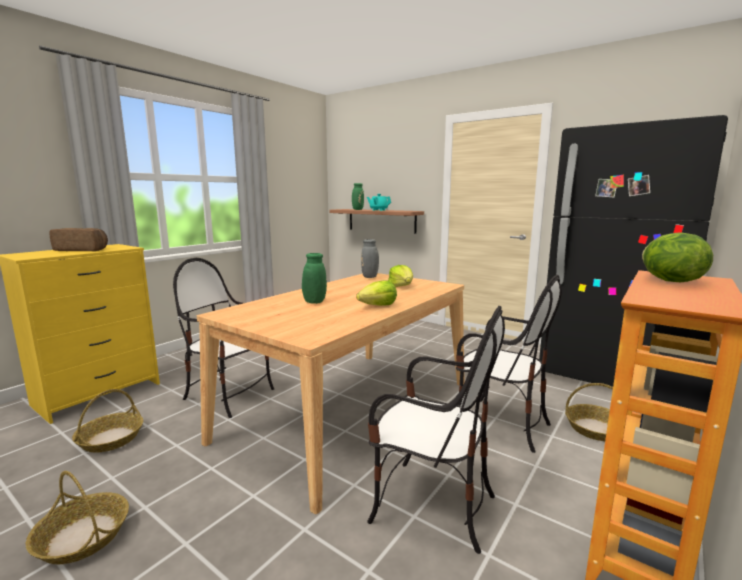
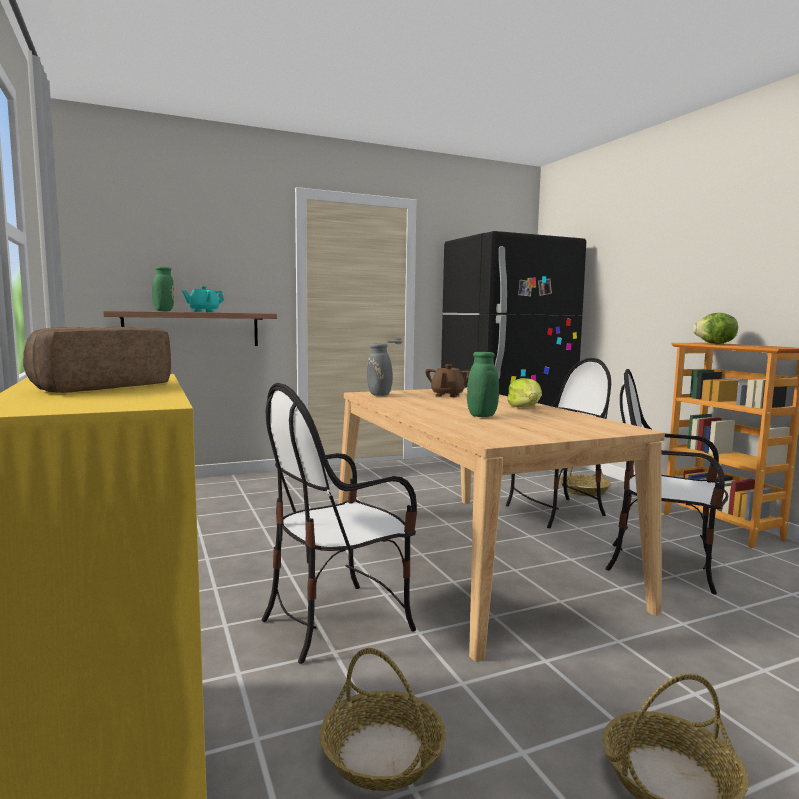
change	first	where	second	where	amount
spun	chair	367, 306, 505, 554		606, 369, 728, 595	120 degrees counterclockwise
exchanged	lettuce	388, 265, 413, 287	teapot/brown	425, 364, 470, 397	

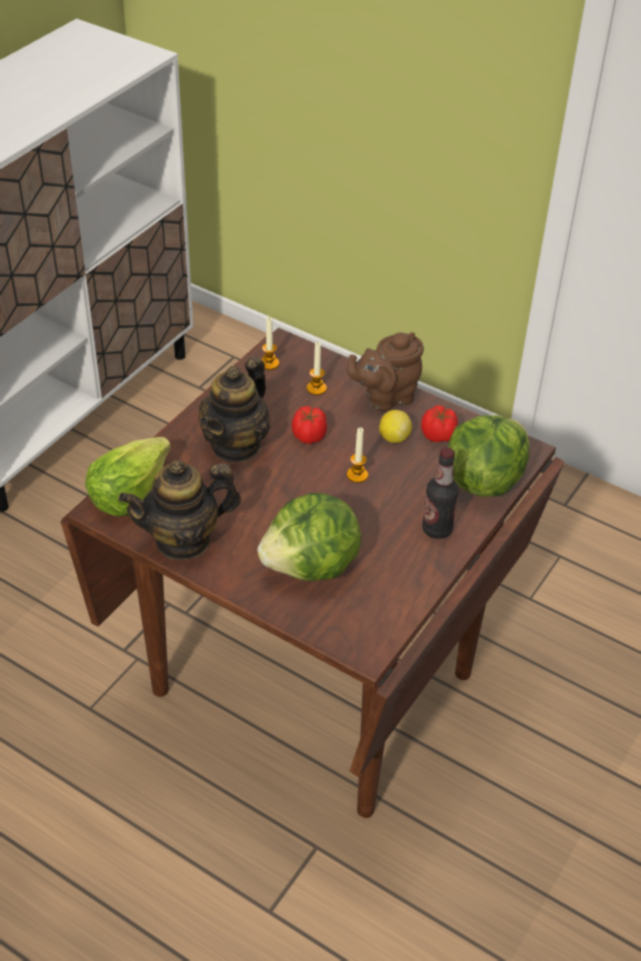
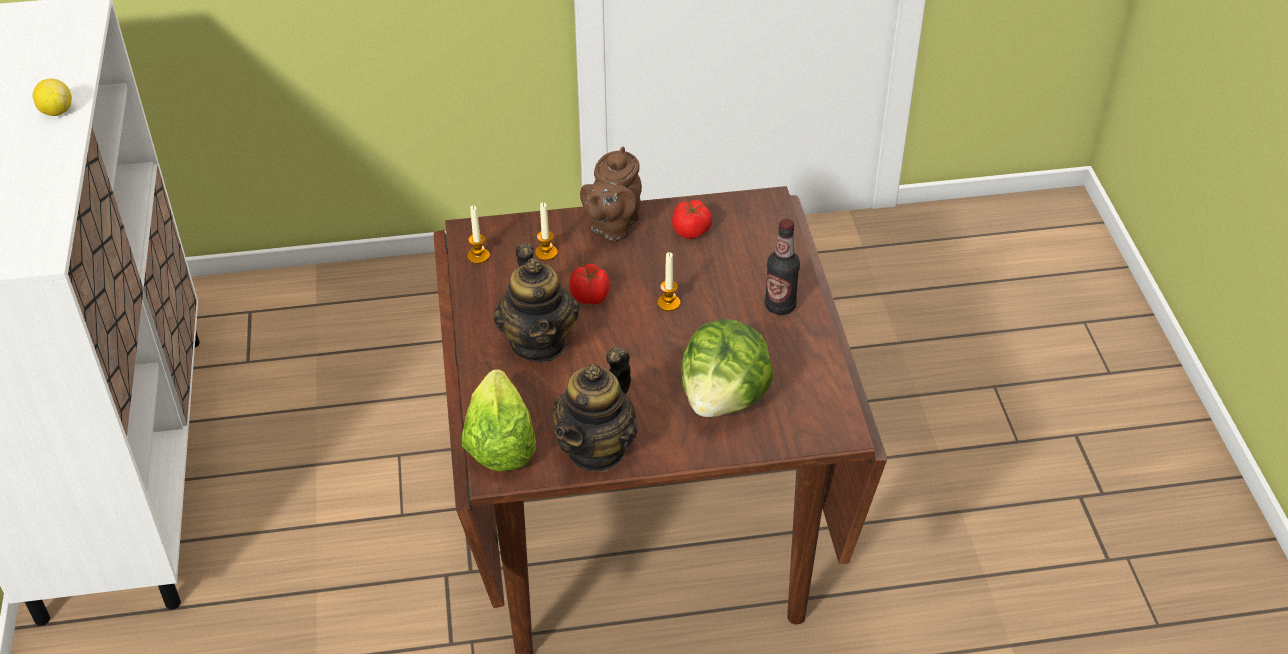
change	first	where	second	where	amount
relocated	lemon	379, 410, 412, 443		33, 78, 72, 116	
missing	lettuce	448, 415, 529, 497			

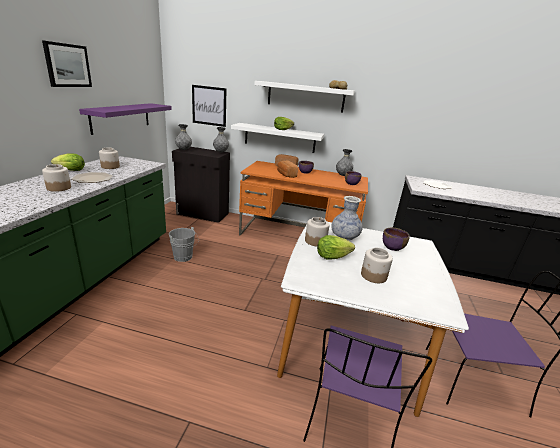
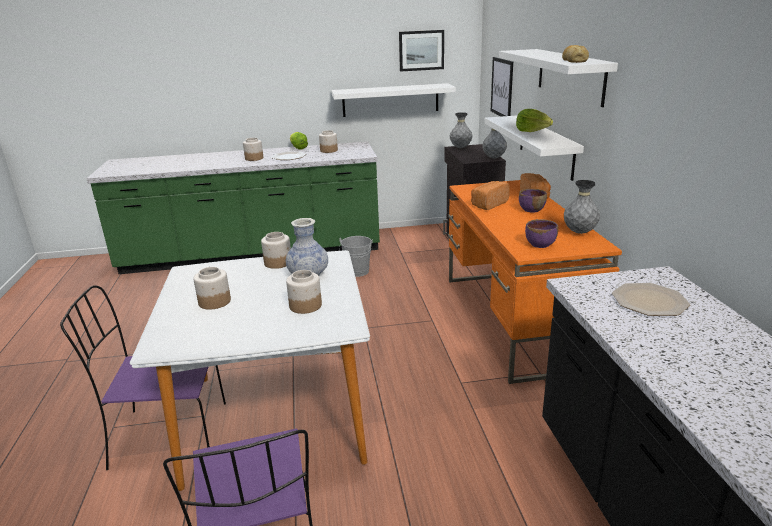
change	first	where	second	where	amount
relocated	picture	42, 40, 92, 87		399, 30, 444, 72	
colour	shelf/purple	79, 103, 172, 135	shelf/white	331, 83, 456, 117	
missing	lettuce	317, 235, 355, 260			
exchanged	bowl/purple	383, 227, 410, 251	jar	286, 270, 322, 314	

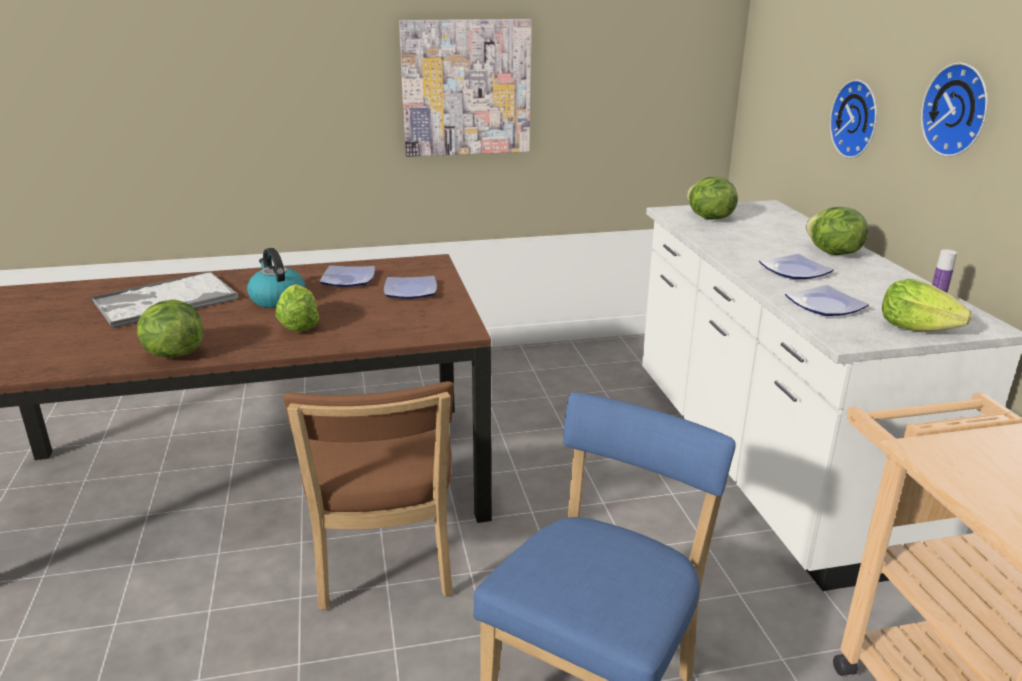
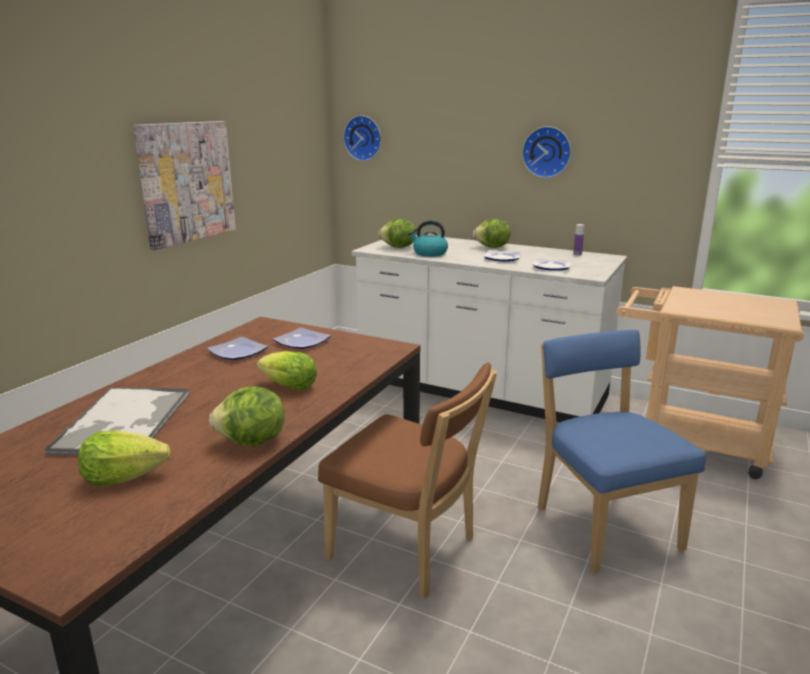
change	first	where	second	where	amount
relocated	kettle	247, 248, 305, 308		408, 220, 448, 257	
relocated	wall clock	830, 80, 877, 158		343, 115, 381, 161	
relocated	lettuce	882, 279, 971, 331		78, 431, 171, 486	

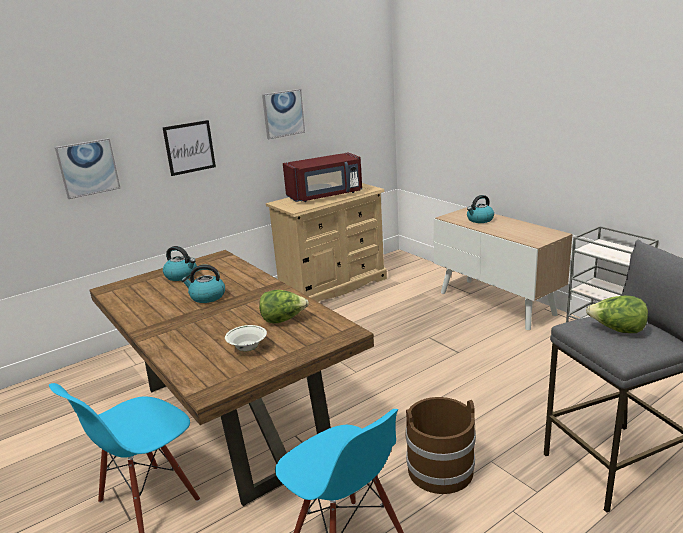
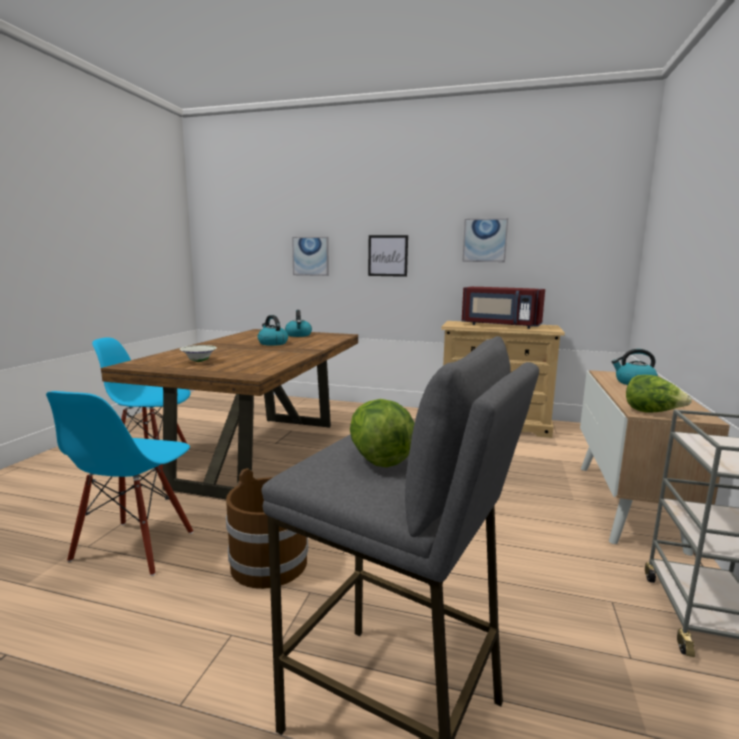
change	first	where	second	where	amount
relocated	lettuce	259, 290, 309, 323		626, 375, 692, 412	

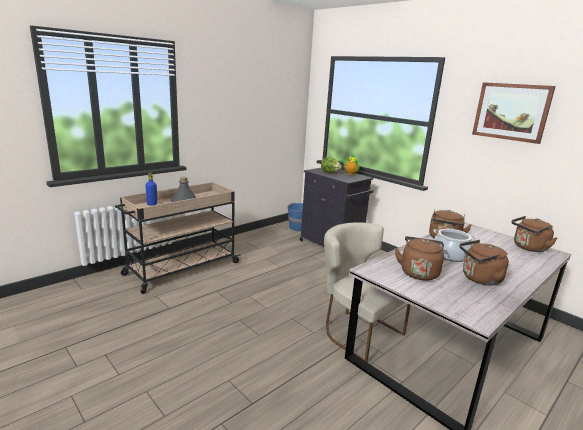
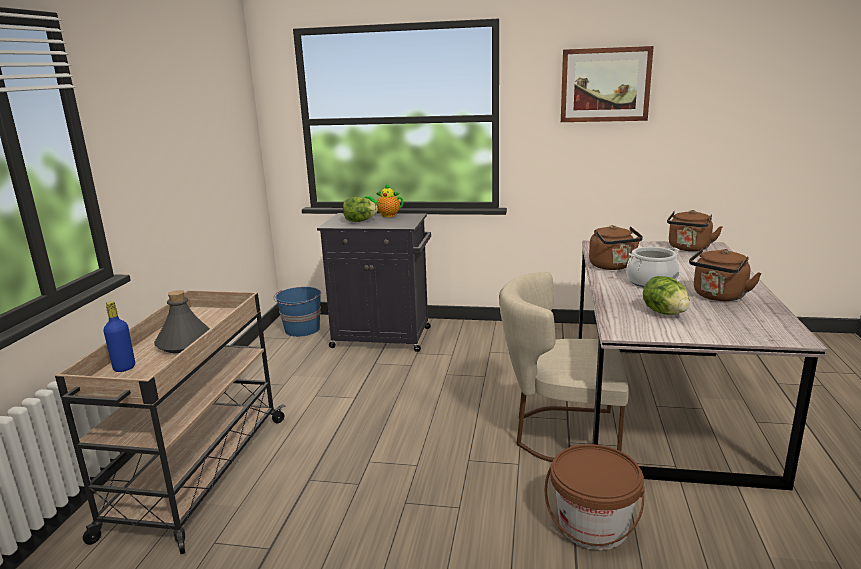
change	first	where	second	where	amount
exchanged	kettle/brown	395, 236, 444, 281	lettuce	643, 276, 690, 315	
appeared			bucket/brown	545, 444, 645, 550	

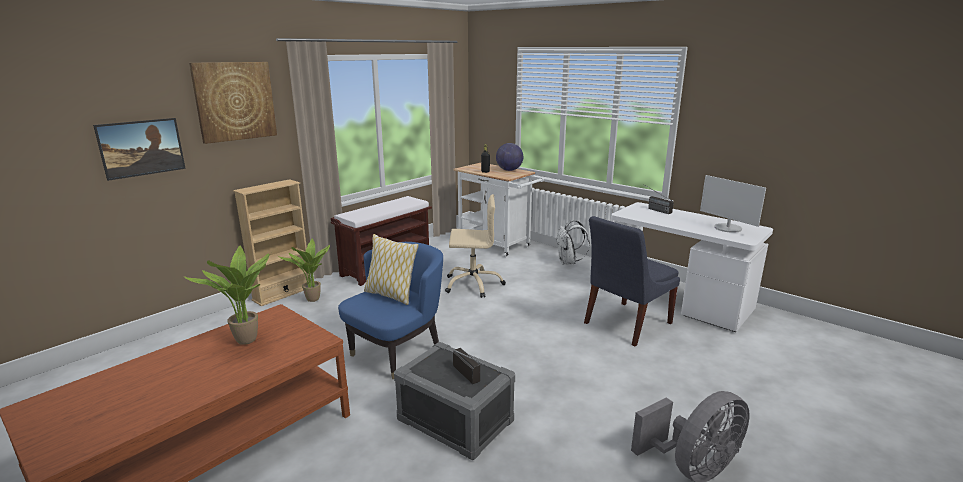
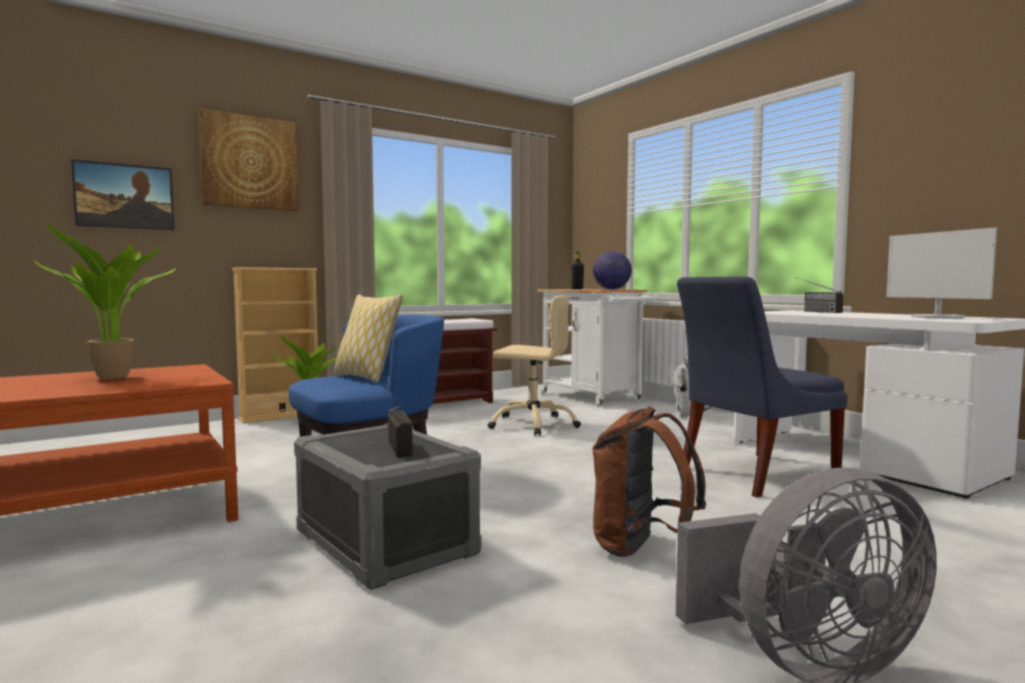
change	first	where	second	where	amount
appeared			backpack/brown	592, 407, 706, 557	

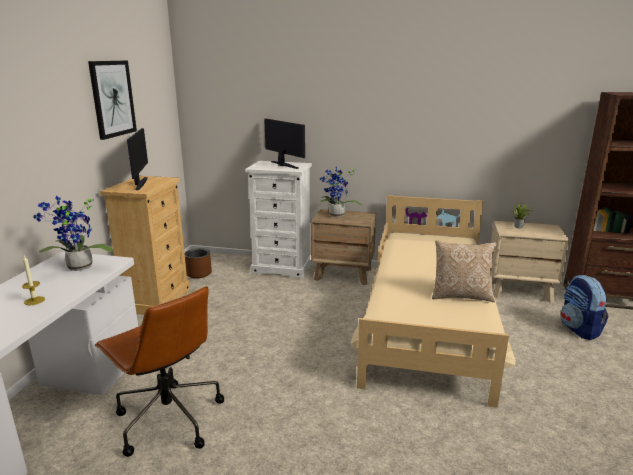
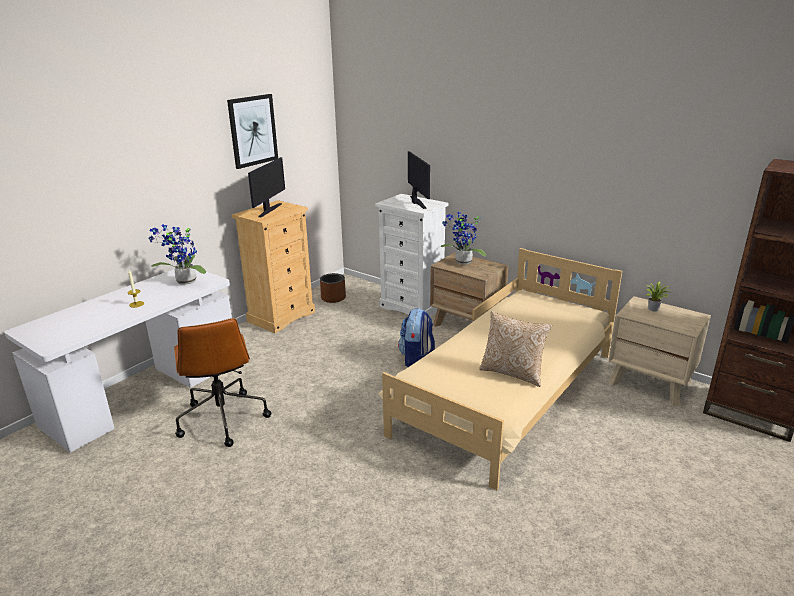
change	first	where	second	where	amount
relocated	backpack	561, 275, 608, 340		398, 308, 435, 367	

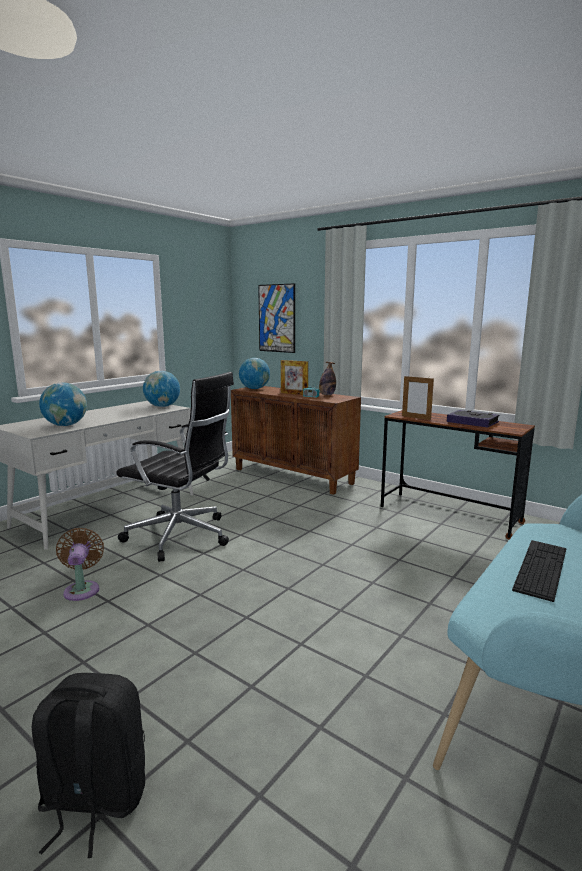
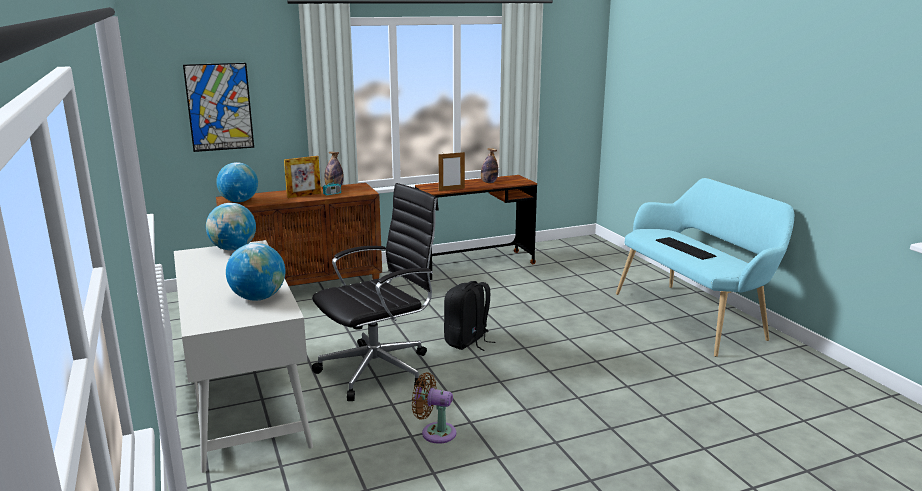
change	first	where	second	where	amount
relocated	backpack/black	32, 673, 145, 858		444, 281, 496, 351	
exchanged	book	447, 410, 499, 428	bottle	481, 148, 498, 183	

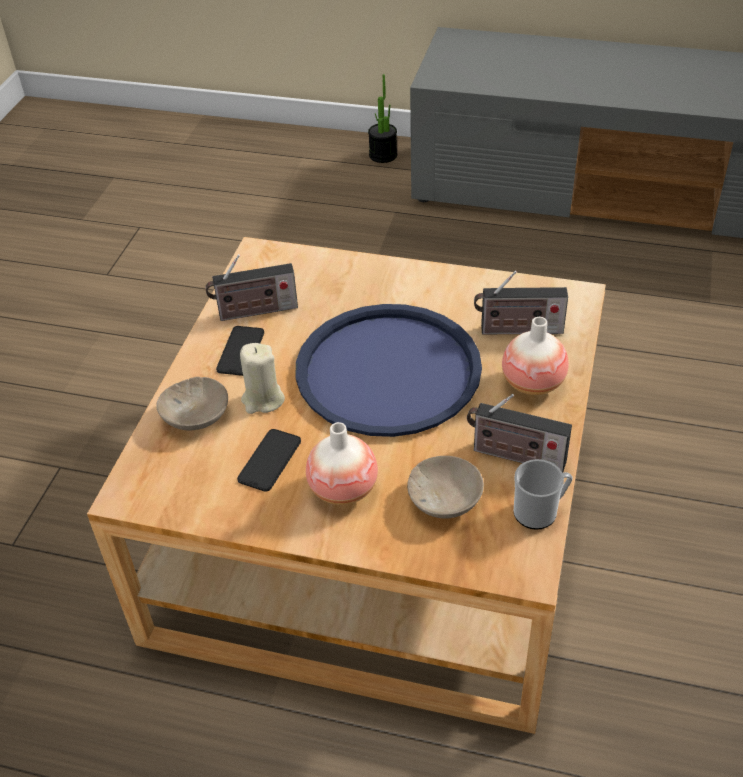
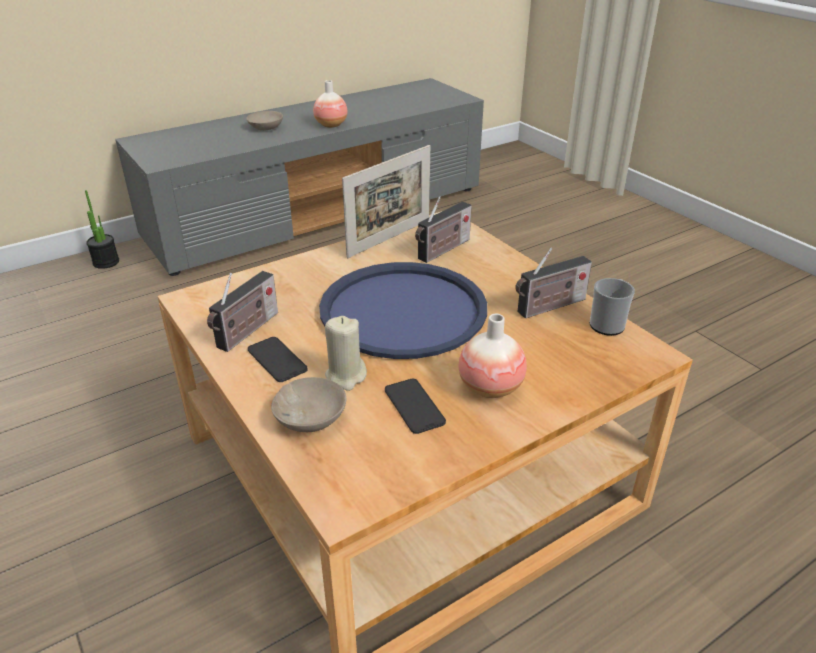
change	first	where	second	where	amount
relocated	bowl/beige	407, 456, 484, 519		247, 111, 283, 131	
relocated	vase	502, 317, 569, 395		313, 80, 347, 128	
appeared			picture frame	342, 145, 430, 258	

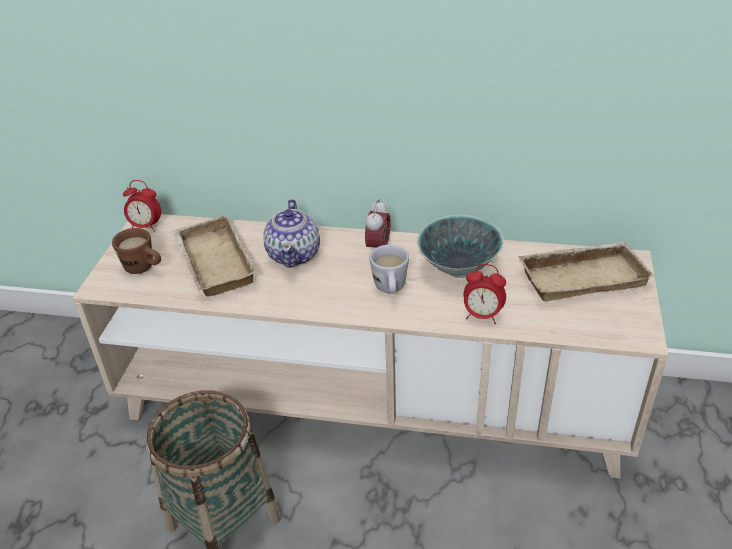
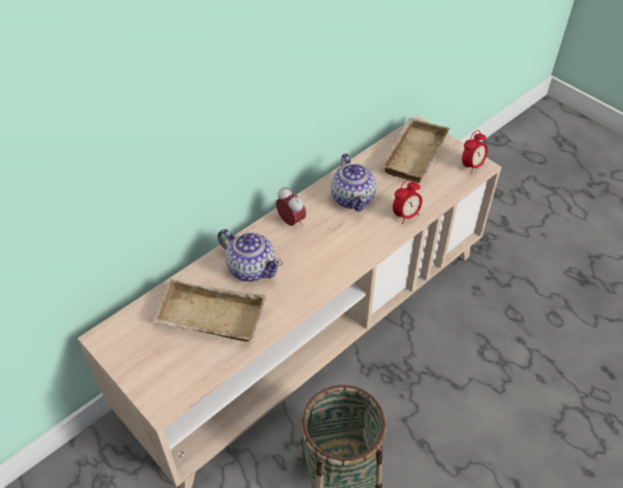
change	first	where	second	where	amount
missing	mug/brown	112, 228, 161, 274			
relocated	alarm clock	123, 180, 161, 232		462, 130, 488, 174	
missing	mug/white	370, 244, 409, 294			
exchanged	bowl	417, 215, 504, 278	teapot	331, 153, 376, 212	

